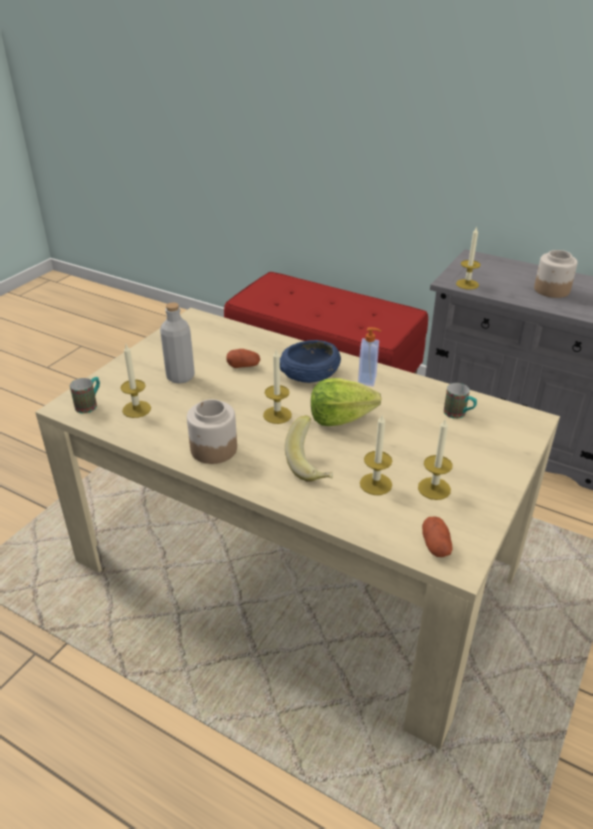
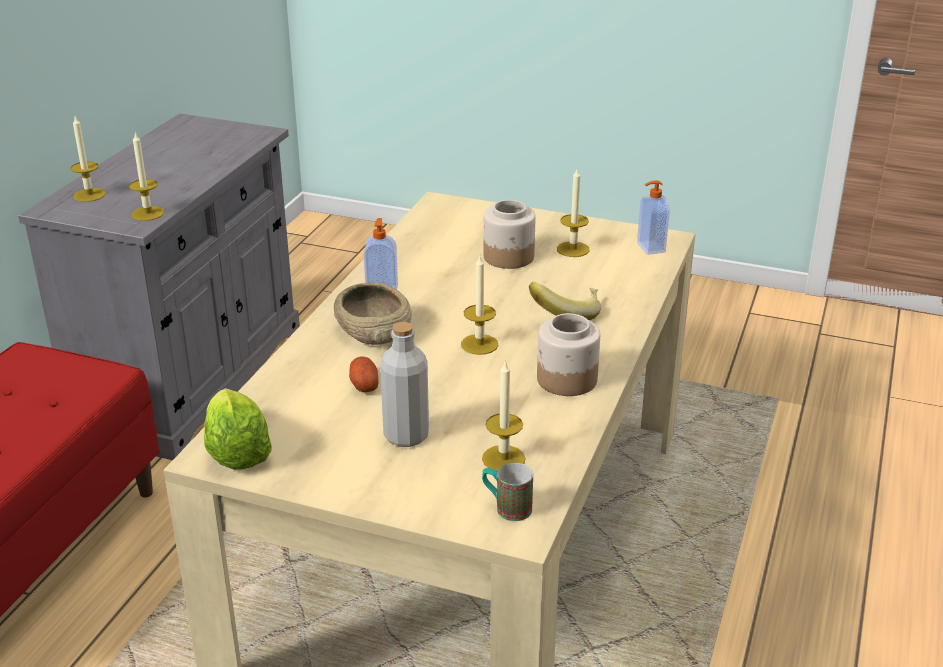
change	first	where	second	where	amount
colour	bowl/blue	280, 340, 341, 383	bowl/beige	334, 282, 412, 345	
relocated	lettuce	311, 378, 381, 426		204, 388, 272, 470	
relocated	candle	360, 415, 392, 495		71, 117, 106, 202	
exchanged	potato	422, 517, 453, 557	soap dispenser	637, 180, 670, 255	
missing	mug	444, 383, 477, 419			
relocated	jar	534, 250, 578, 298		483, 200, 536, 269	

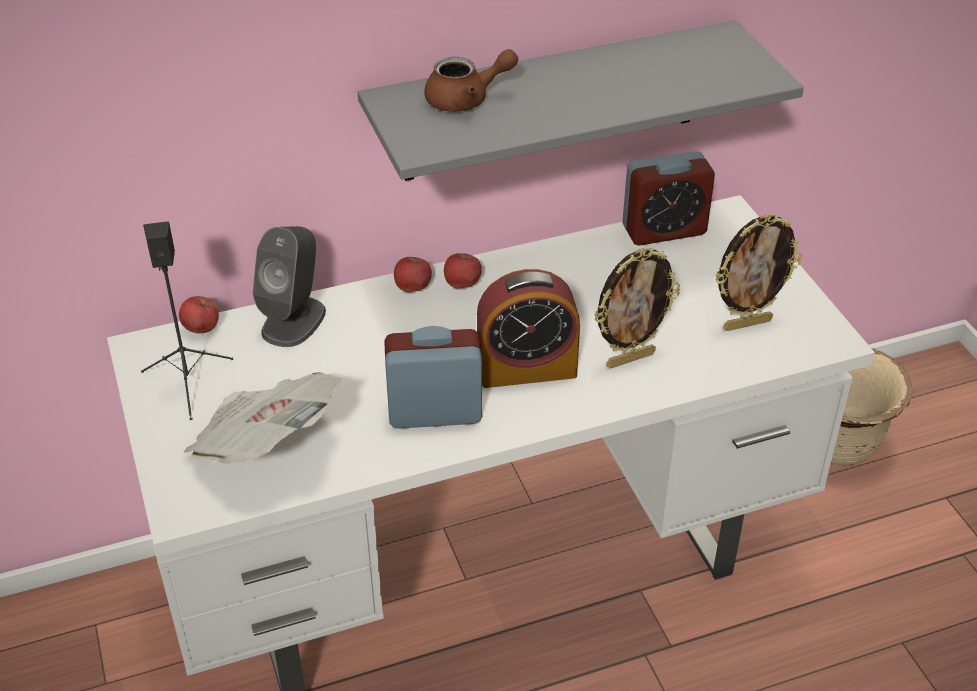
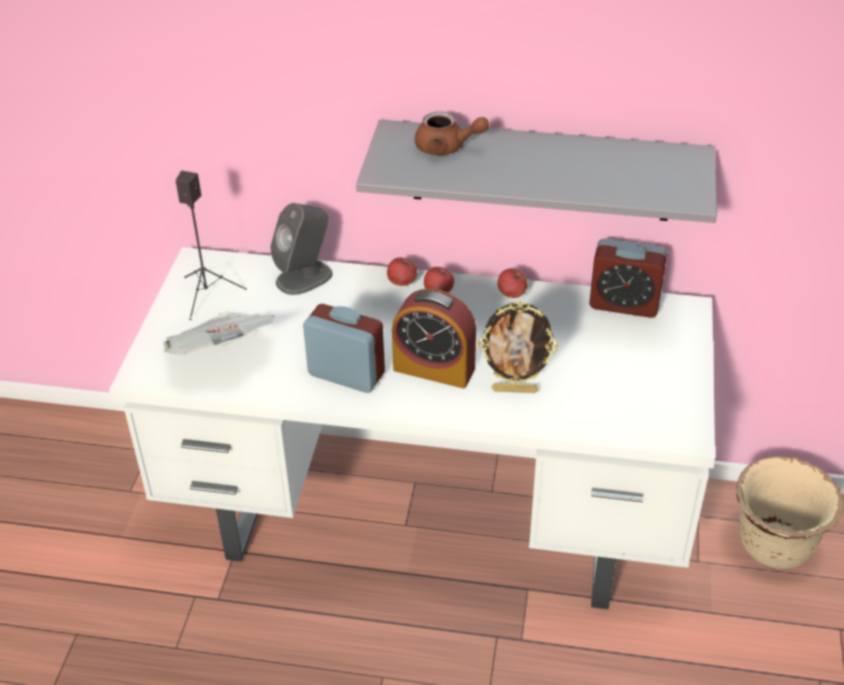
change	first	where	second	where	amount
relocated	apple	179, 296, 219, 334		498, 268, 528, 298	
missing	picture frame	715, 213, 802, 331			

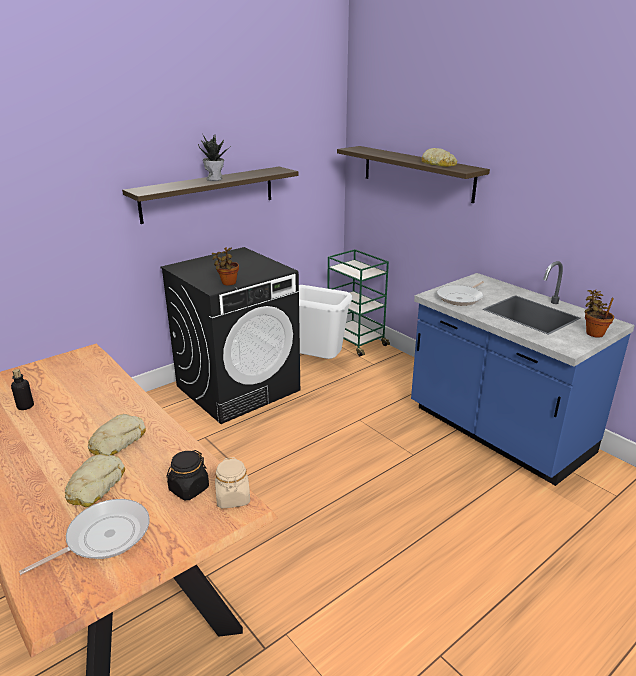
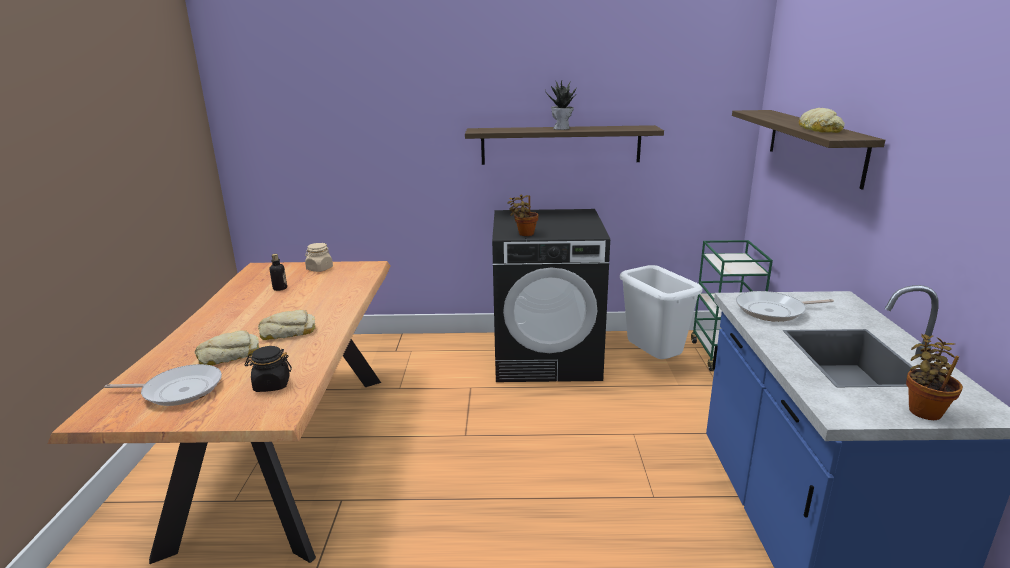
change	first	where	second	where	amount
relocated	jar/beige	215, 457, 250, 508		305, 243, 333, 272	

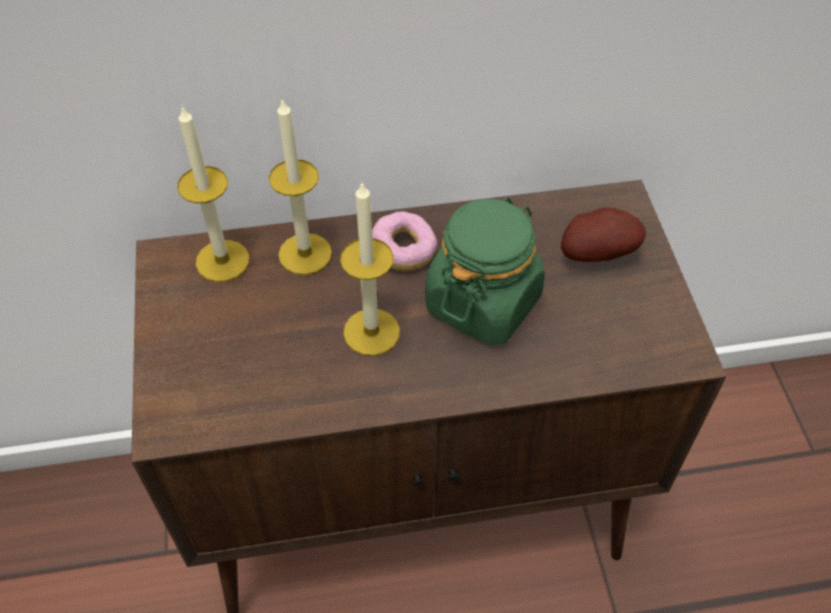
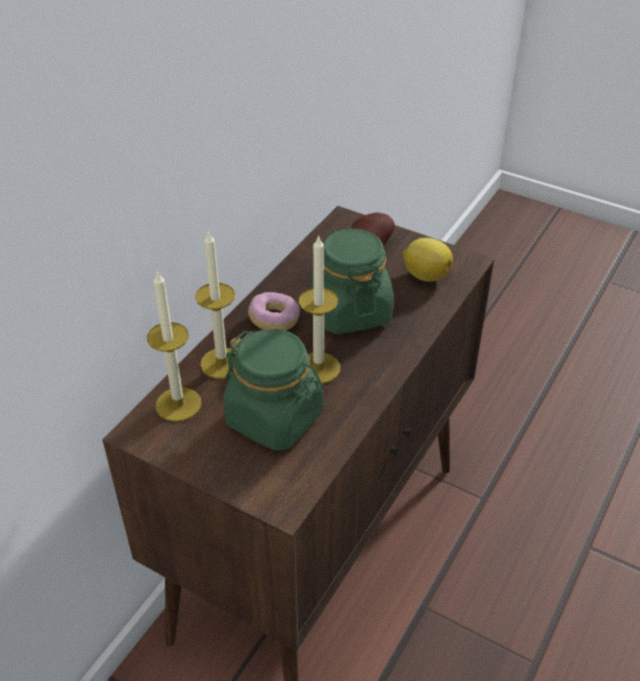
change	first	where	second	where	amount
appeared			jar/green	223, 329, 323, 451	
appeared			lemon	403, 238, 453, 282	

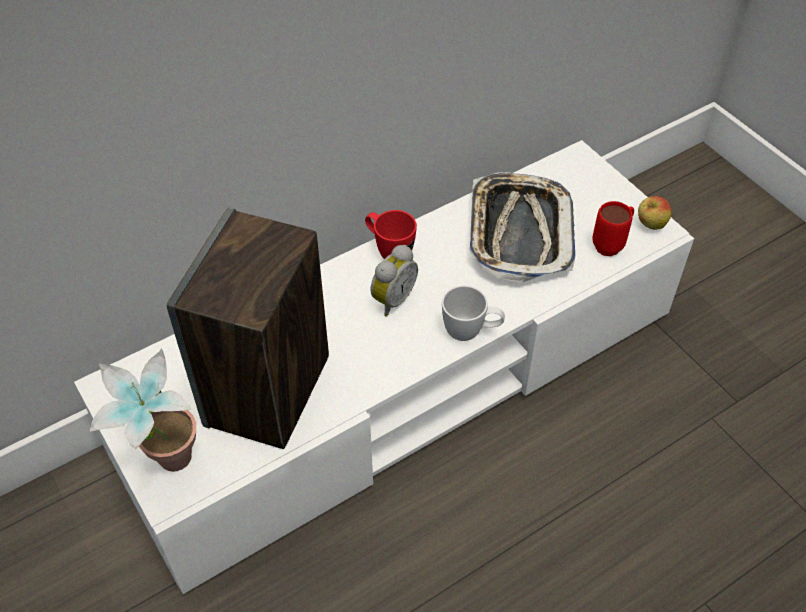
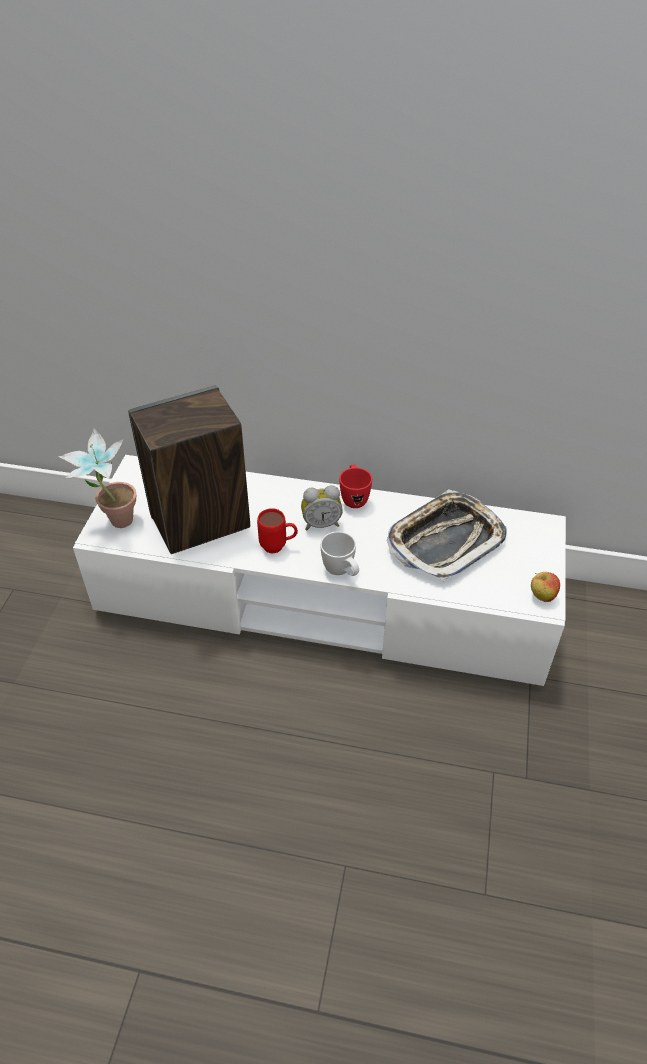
change	first	where	second	where	amount
relocated	mug/red	592, 201, 634, 256		257, 508, 298, 553	

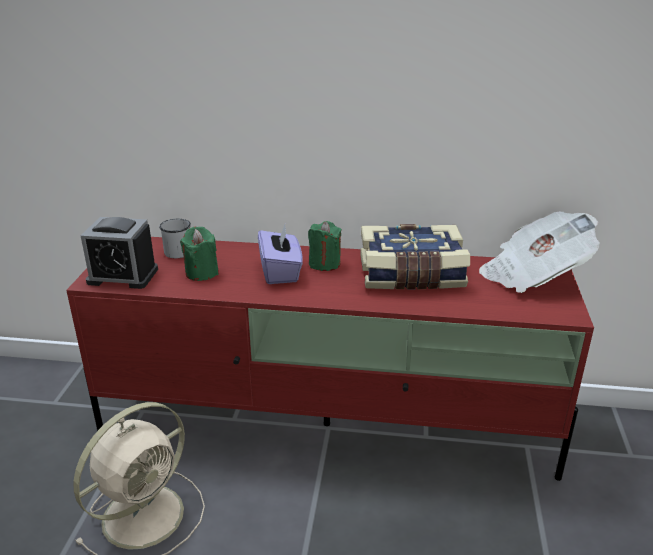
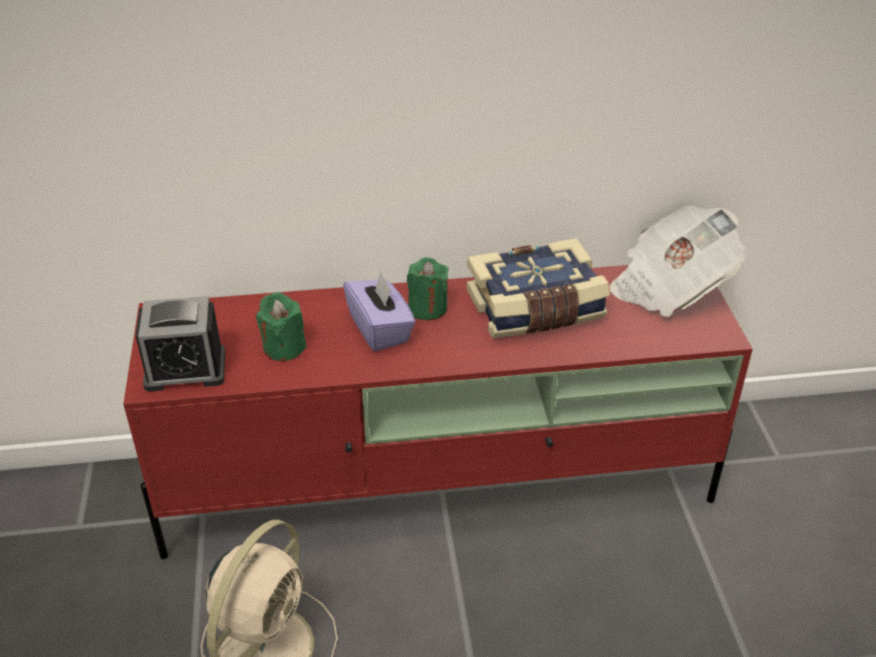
change	first	where	second	where	amount
missing	mug/white	159, 219, 191, 258			

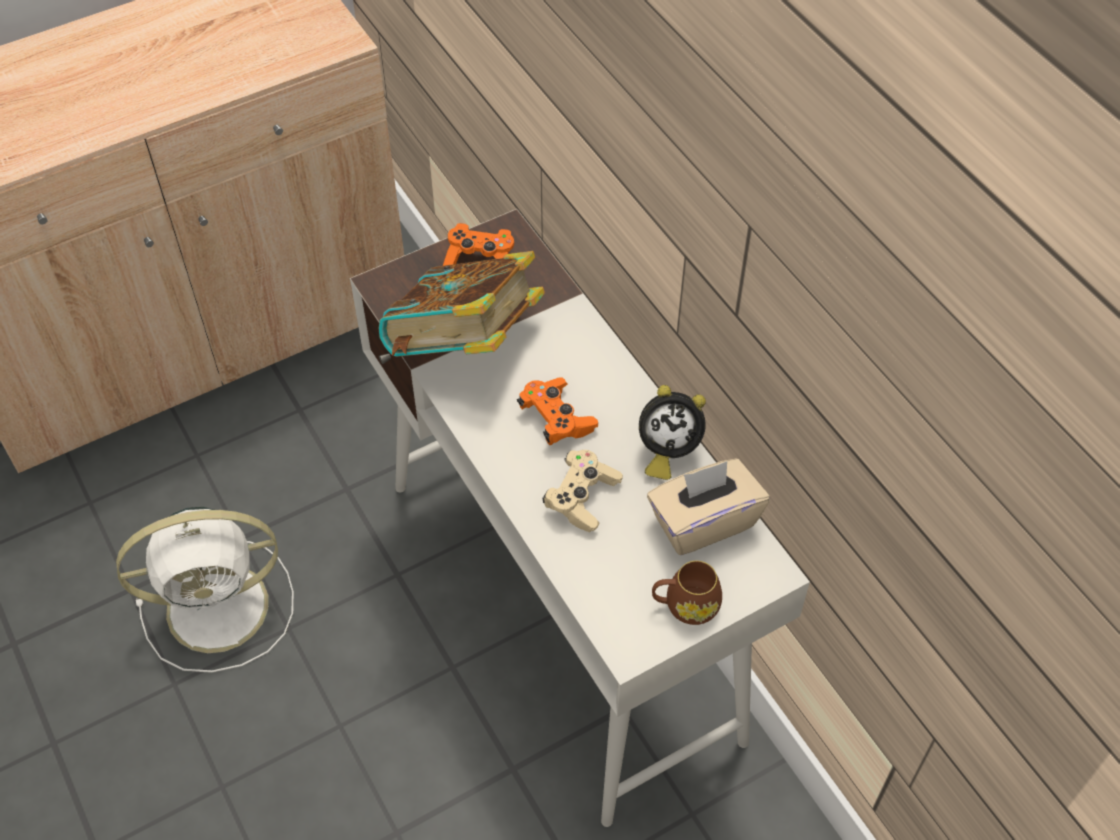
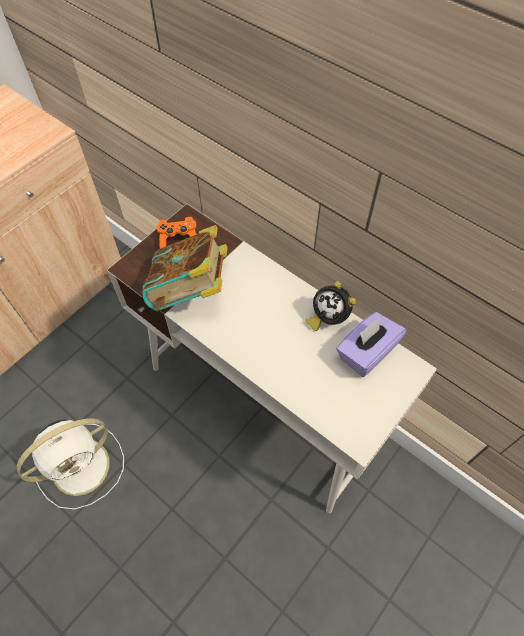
change	first	where	second	where	amount
missing	game controller/orange	517, 377, 598, 446			
missing	game controller/beige	542, 450, 623, 532			
spun	alarm clock	639, 385, 706, 480		306, 281, 356, 331	60 degrees clockwise
colour	tissue box/beige	647, 459, 770, 555	tissue box/purple	336, 312, 406, 377	
missing	mug/brown	652, 561, 722, 625			

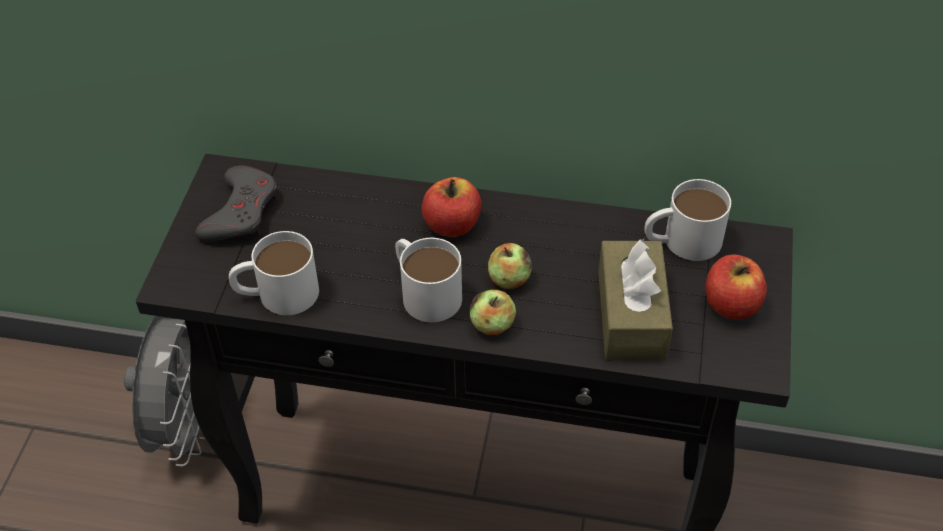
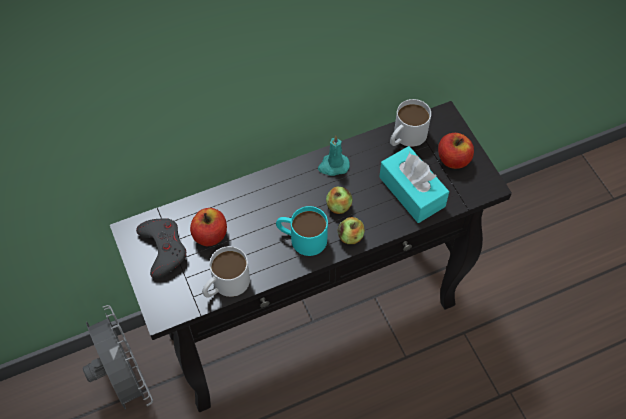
change	first	where	second	where	amount
colour	mug/white	395, 238, 462, 322	mug/turquoise	276, 206, 328, 256	
relocated	apple	422, 177, 481, 237		190, 208, 227, 246	
colour	tissue box/brown	598, 239, 673, 360	tissue box/turquoise	379, 146, 449, 223	
appeared			candle/turquoise	318, 135, 350, 176	

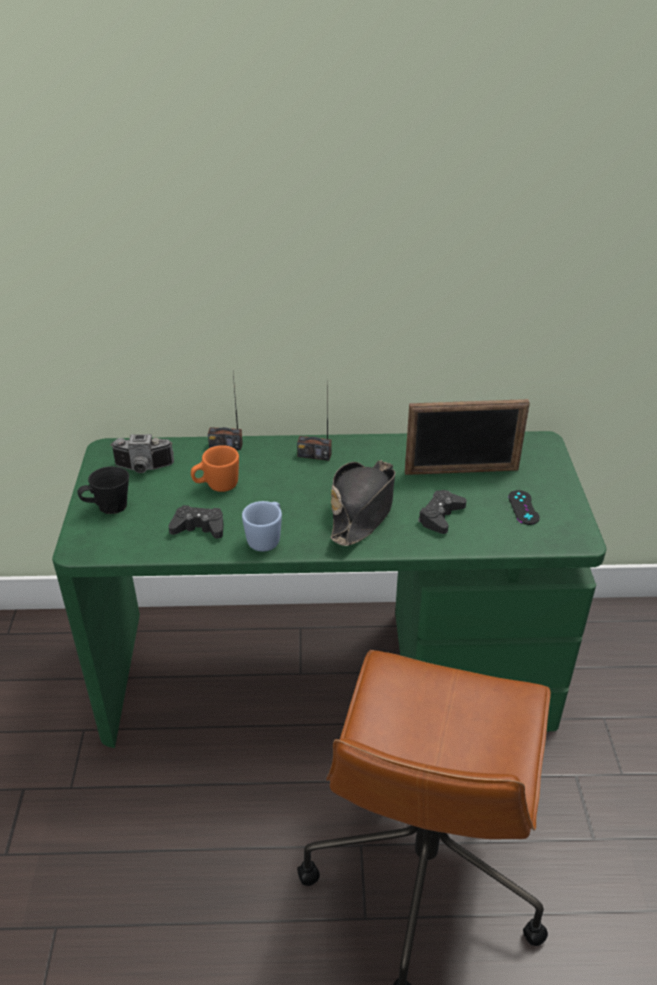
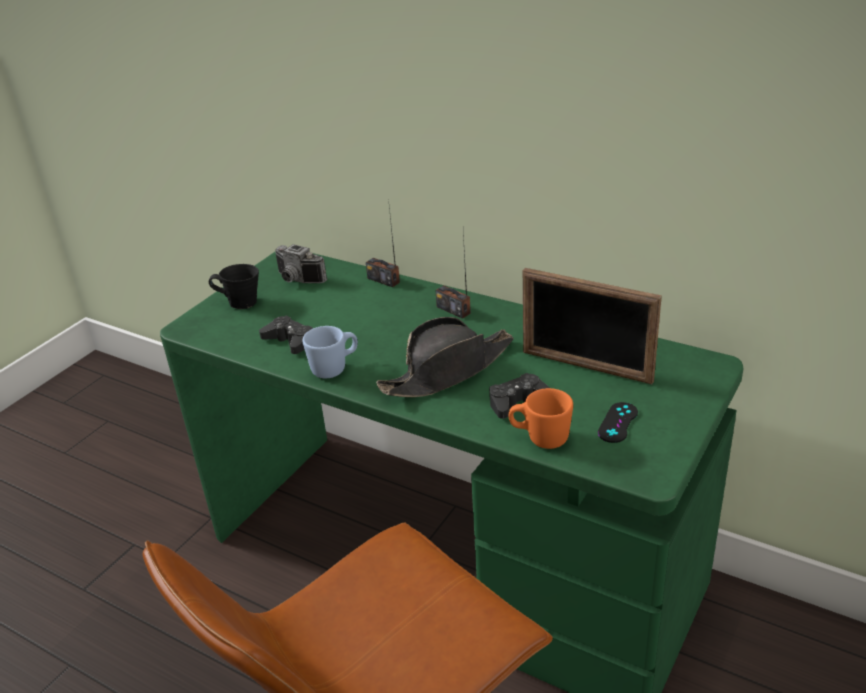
change	first	where	second	where	amount
relocated	mug/orange	191, 445, 239, 492		509, 388, 573, 449	

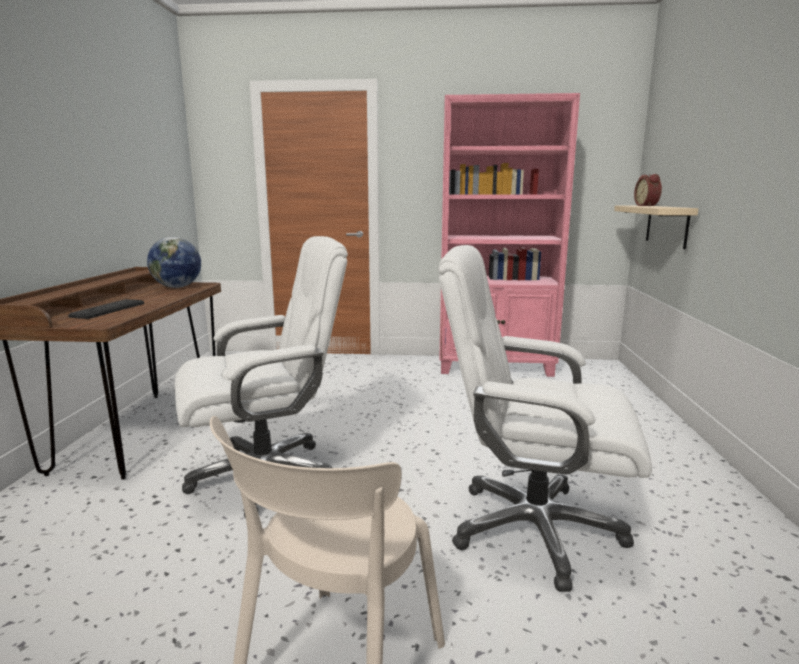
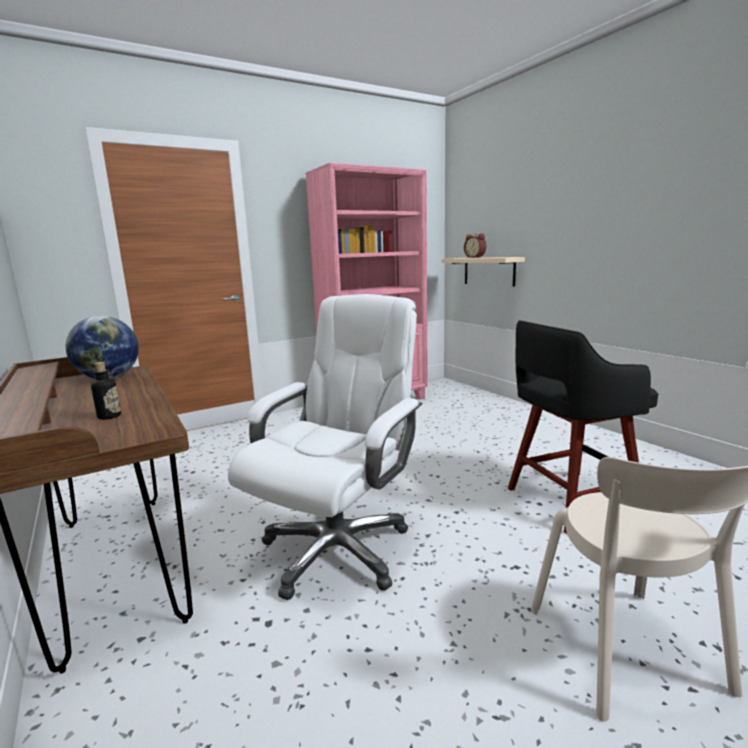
change	first	where	second	where	amount
exchanged	keyboard	68, 299, 144, 319	bottle	91, 362, 121, 420	
exchanged	office chair/white	438, 245, 652, 592	stool/black	508, 320, 658, 534	

